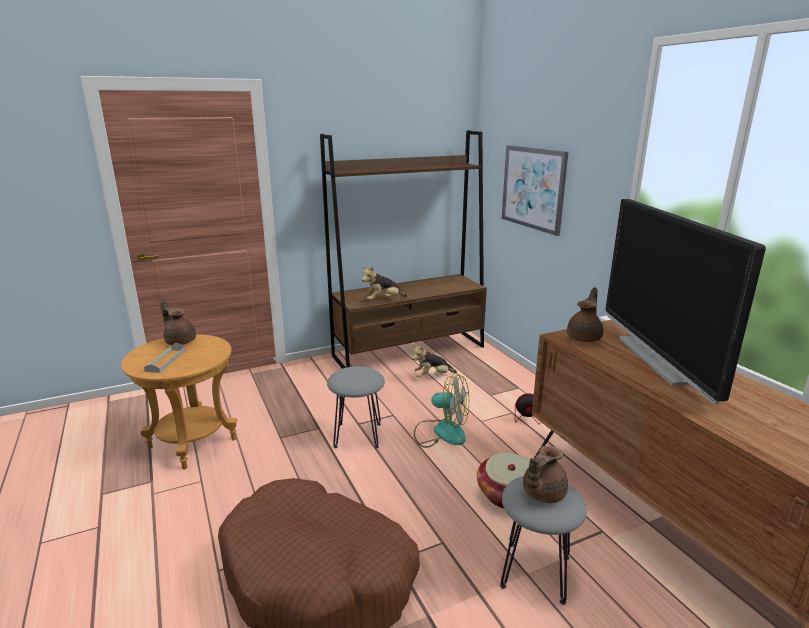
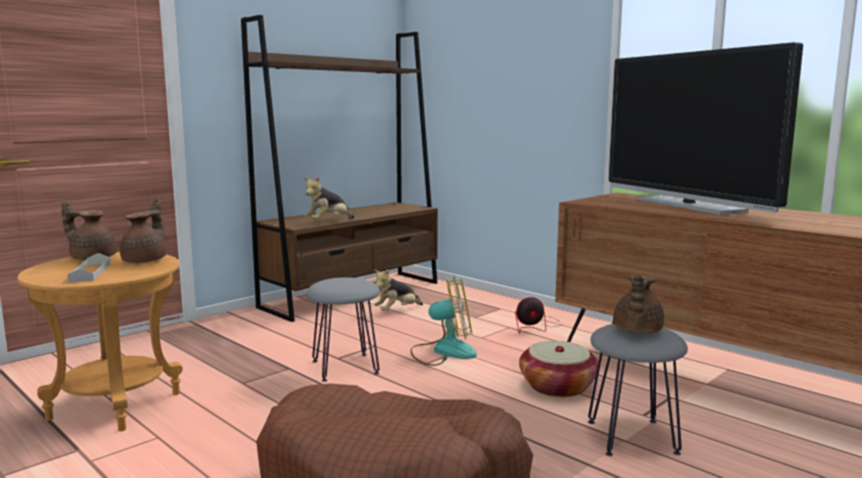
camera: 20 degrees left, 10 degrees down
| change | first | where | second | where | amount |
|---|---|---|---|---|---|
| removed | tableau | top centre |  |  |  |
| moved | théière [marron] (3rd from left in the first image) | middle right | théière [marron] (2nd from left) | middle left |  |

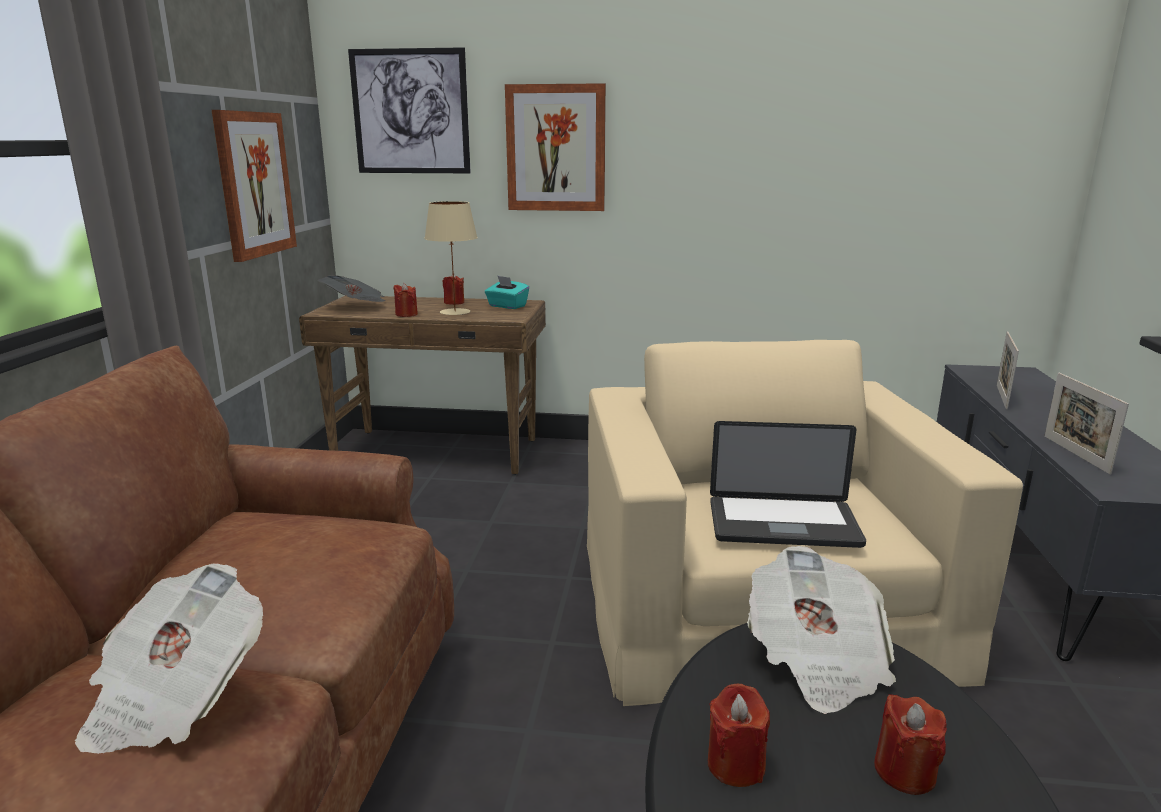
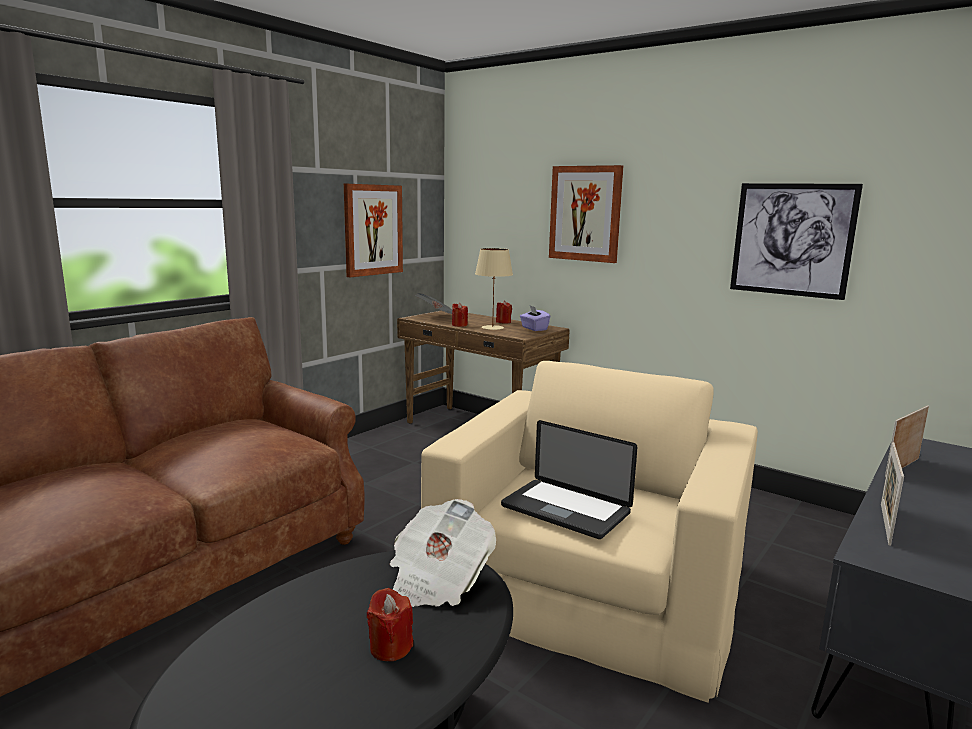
camera: 30 degrees right, 5 degrees down
| change | first | where | second | where | amount |
|---|---|---|---|---|---|
| removed | journal (1st from left) | bottom left |  |  |  |
| removed | bougie [rouge] (3rd from left) | bottom centre |  |  |  |
| moved | tableau (2nd from left in the first image) | top centre | tableau (3rd from left) | top right |  |
| recoloured | boîte à mouchoirs [turquoise] | centre | boîte à mouchoirs [violet] | centre |  |

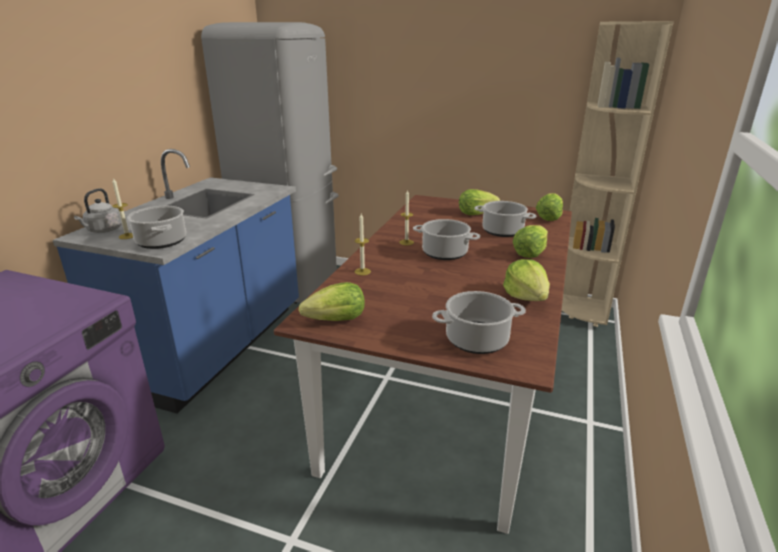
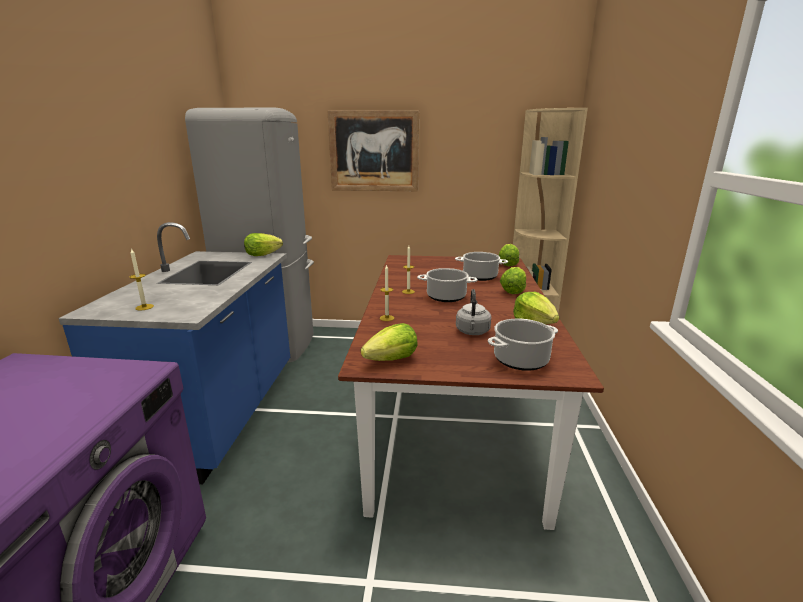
camera: 15 degrees left, 5 degrees down
| change | first | where | second | where | amount |
|---|---|---|---|---|---|
| removed | marmite (1st from left) | middle left |  |  |  |
| added |  |  | tableau | top centre |  |
| moved | bouilloire [gris] | middle left |  | centre |  |
| moved | laitue (2nd from left in the first image) | centre | laitue (1st from left) | middle left |  |

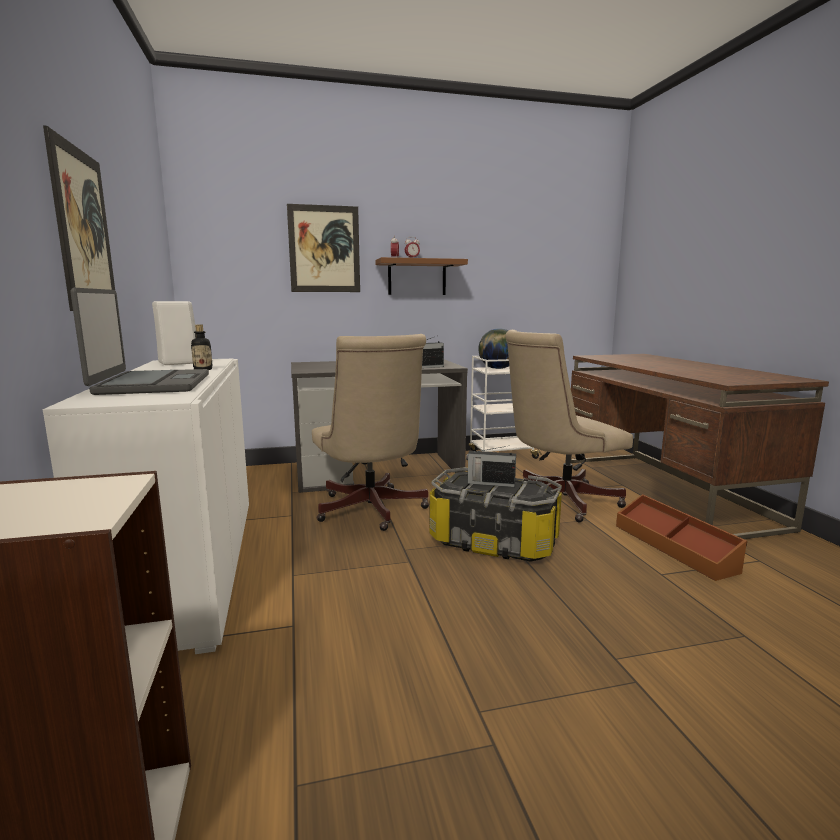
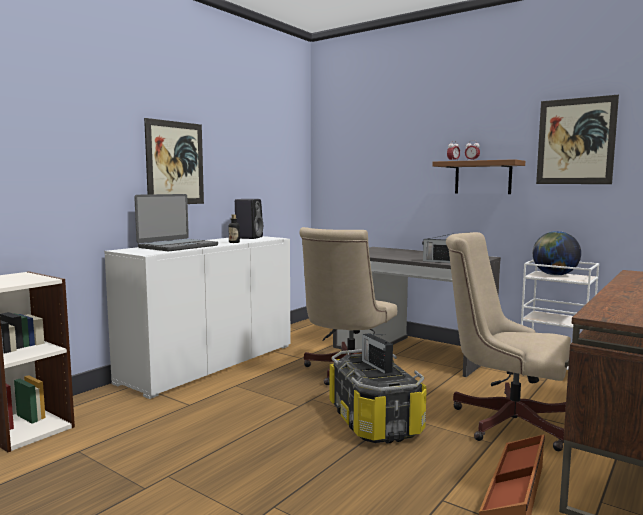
camera: 50 degrees right, 5 degrees down
| change | first | where | second | where | amount |
|---|---|---|---|---|---|
| moved | tableau (2nd from left) | top centre |  | top right |  |
| recoloured | enceinte [blanc] | middle left | enceinte [noir] | centre |  |

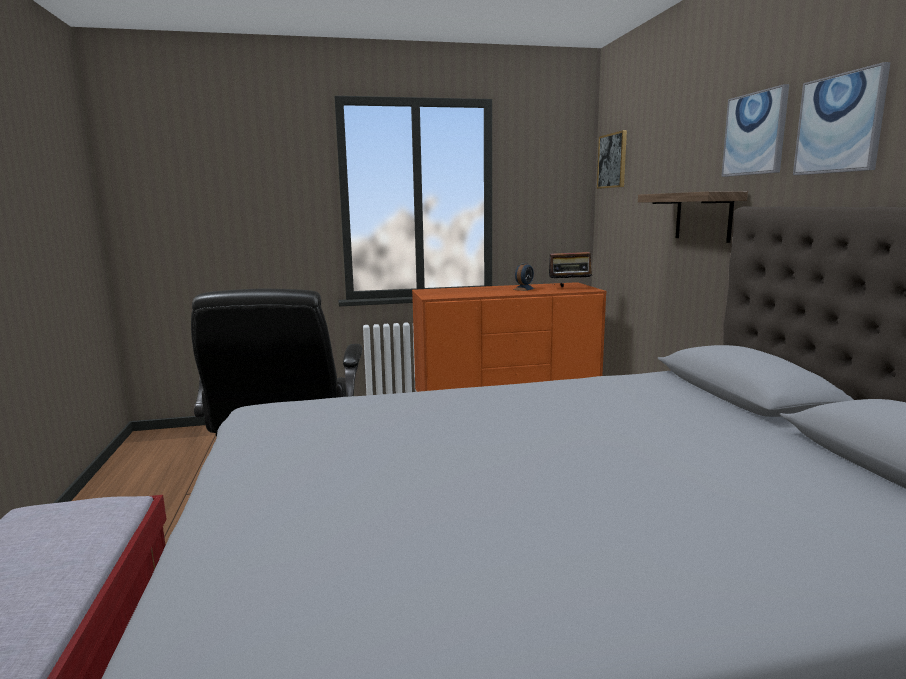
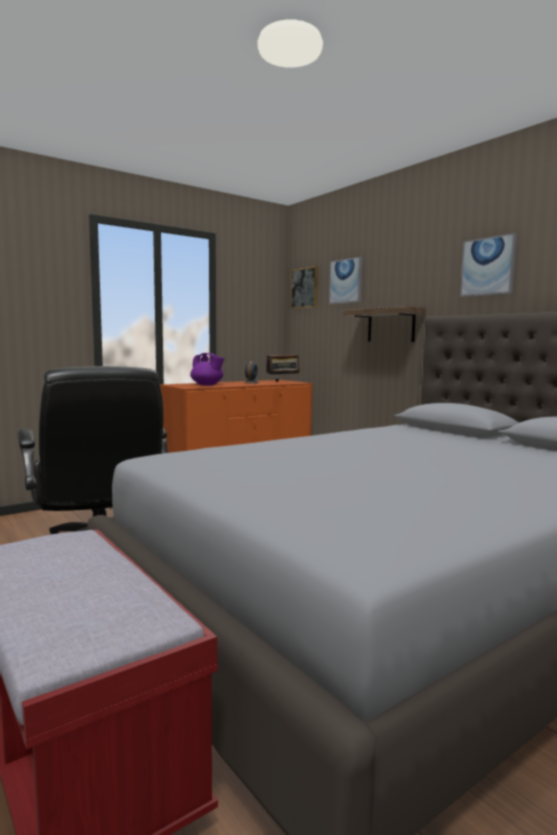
camera: 25 degrees left, 5 degrees down
| change | first | where | second | where | amount |
|---|---|---|---|---|---|
| added |  |  | théière [violet] | centre |  |
| moved | tableau (2nd from left) | top right |  | centre |  |

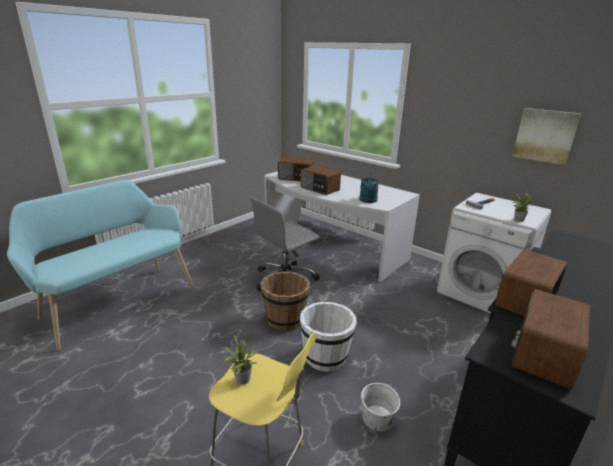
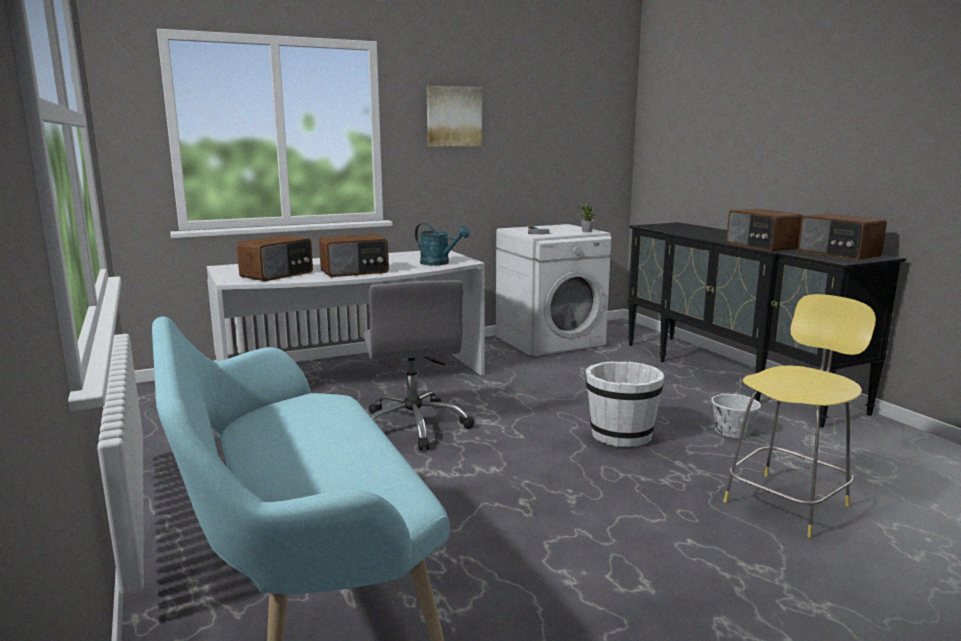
camera: 65 degrees left, 10 degrees down
| change | first | where | second | where | amount |
|---|---|---|---|---|---|
| removed | plante en pot (1st from left) | bottom centre |  |  |  |
| removed | seau [marron] | centre |  |  |  |
| moved | tableau | top right |  | top centre |  |

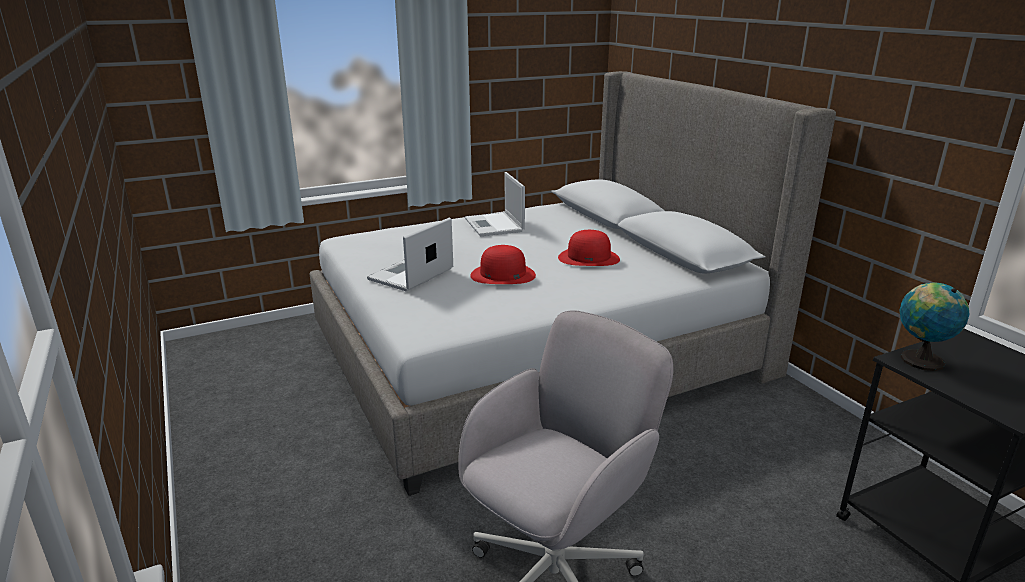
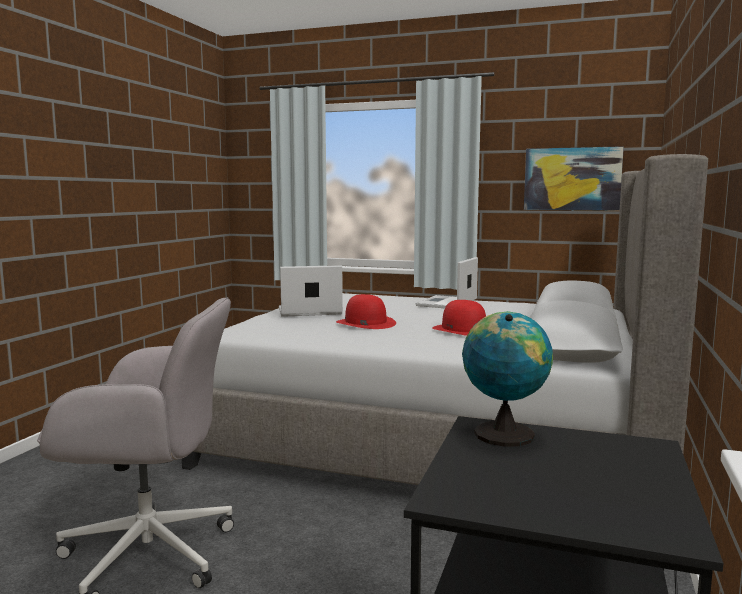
camera: 45 degrees right, 15 degrees down
| change | first | where | second | where | amount |
|---|---|---|---|---|---|
| added |  |  | tableau | top right |  |

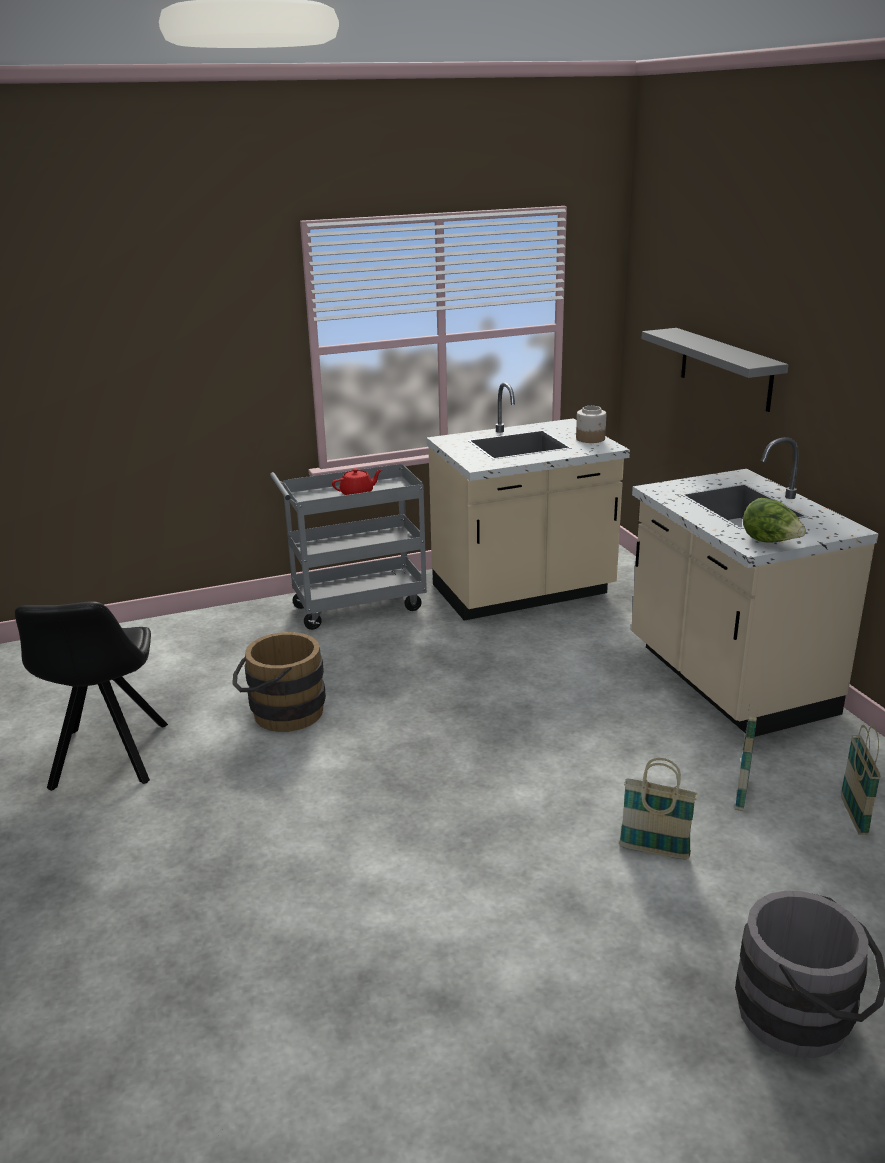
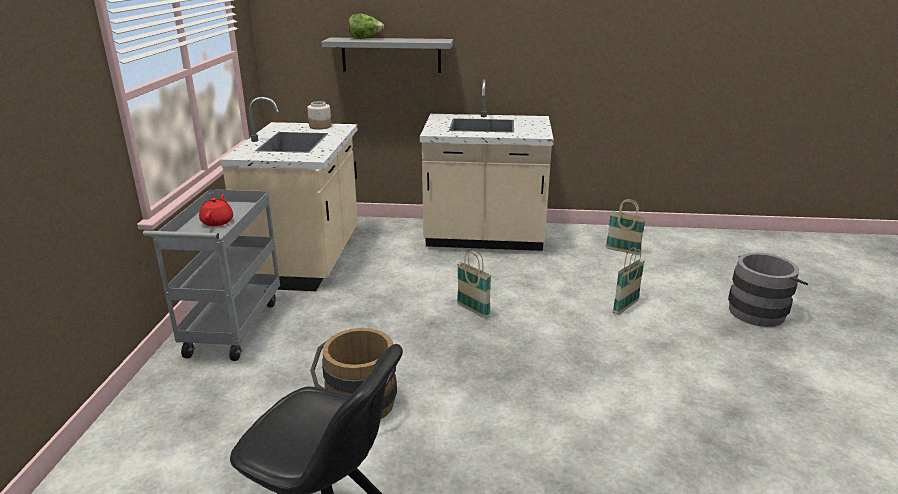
camera: 65 degrees left, 0 degrees up
| change | first | where | second | where | amount |
|---|---|---|---|---|---|
| moved | panier (2nd from left in the first image) | middle right | panier (1st from left) | centre |  |
| moved | laitue | middle right |  | top centre |  |

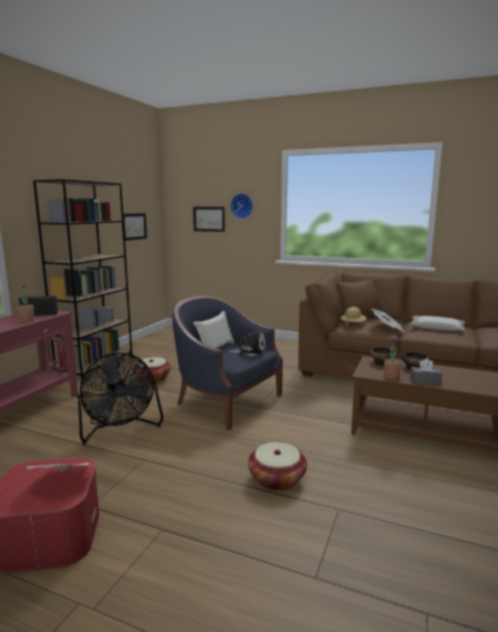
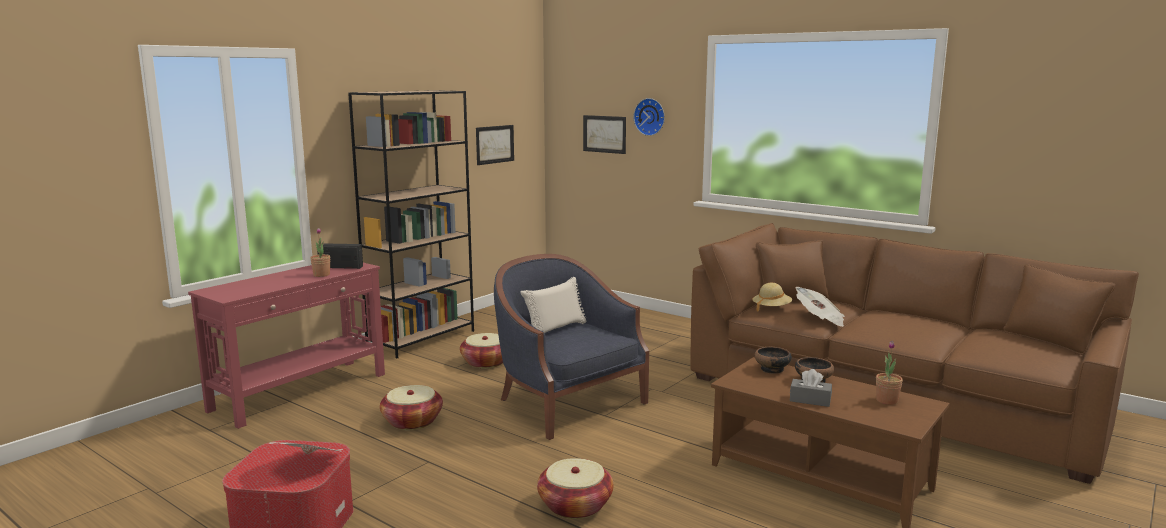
camera: 15 degrees right, 0 degrees up
| change | first | where | second | where | amount |
|---|---|---|---|---|---|
| removed | peluche | centre |  |  |  |
| removed | coussin [blanc] (2nd from left) | middle right |  |  |  |
| moved | plante en pot (2nd from left) | middle right |  | bottom right |  |
| replaced | ventilateur [noir] | middle left | panier (1st from left) | bottom centre |  |

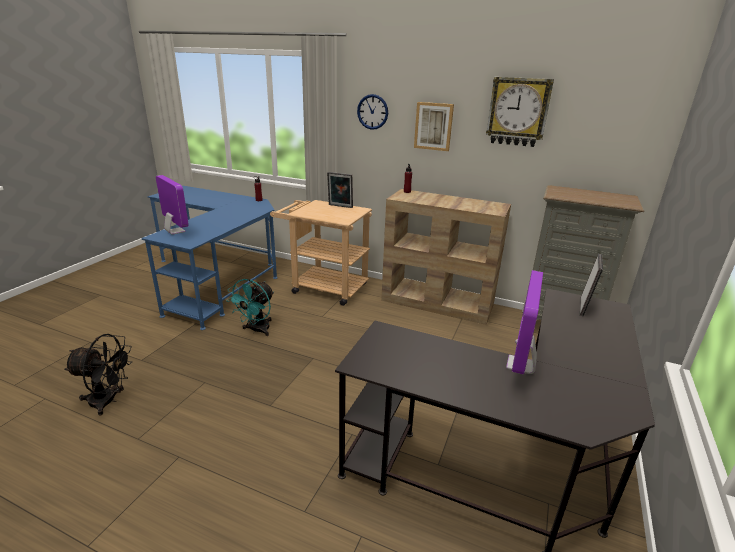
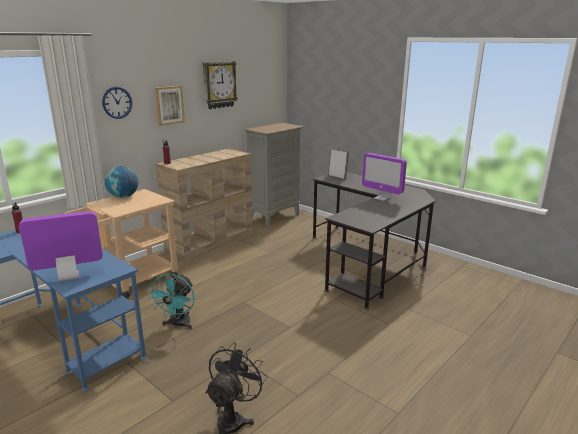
camera: 70 degrees left, 5 degrees down
| change | first | where | second | where | amount |
|---|---|---|---|---|---|
| replaced | cadre photo (1st from left) | centre | globe | middle left |  |
| turned | ventilateur [turquoise] | centre |  | bottom left | 60 degrees clockwise |

